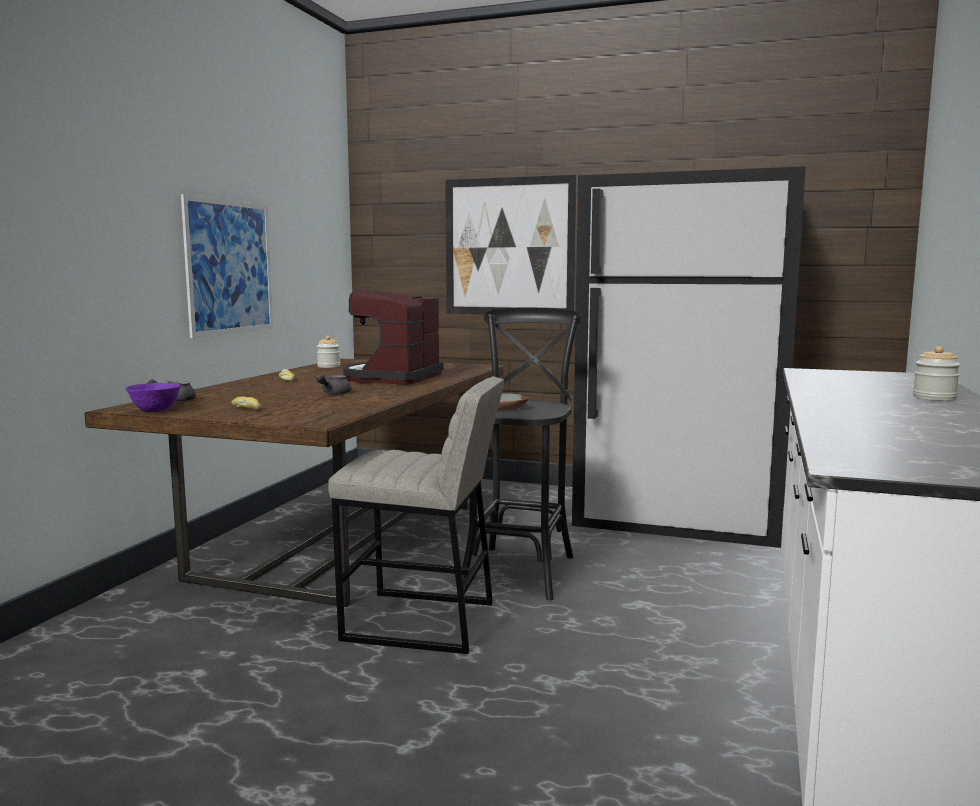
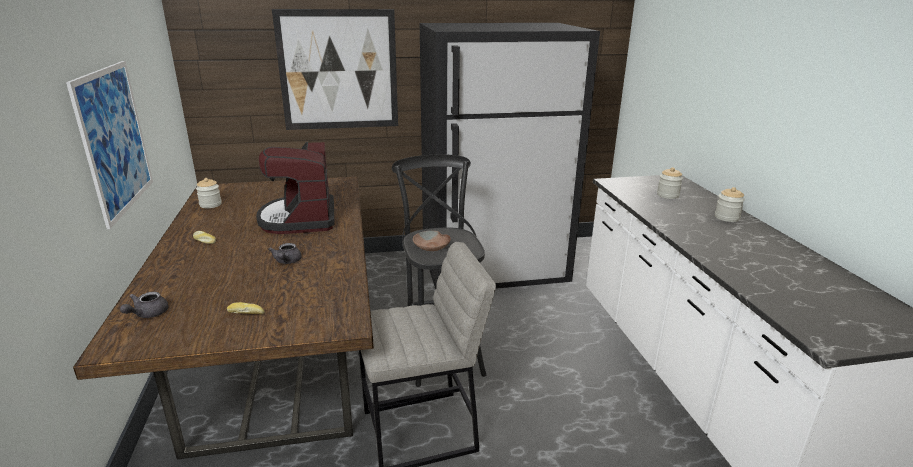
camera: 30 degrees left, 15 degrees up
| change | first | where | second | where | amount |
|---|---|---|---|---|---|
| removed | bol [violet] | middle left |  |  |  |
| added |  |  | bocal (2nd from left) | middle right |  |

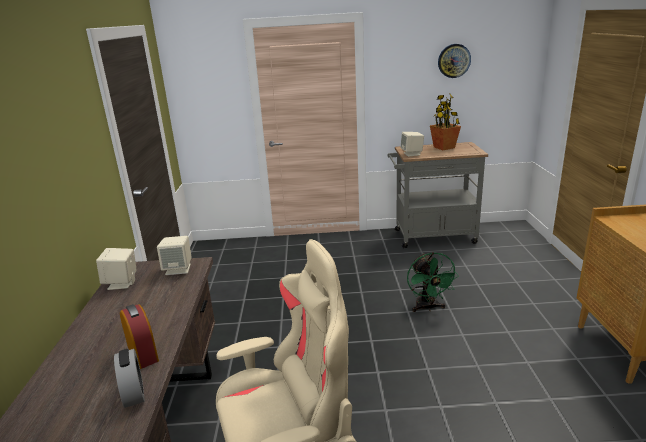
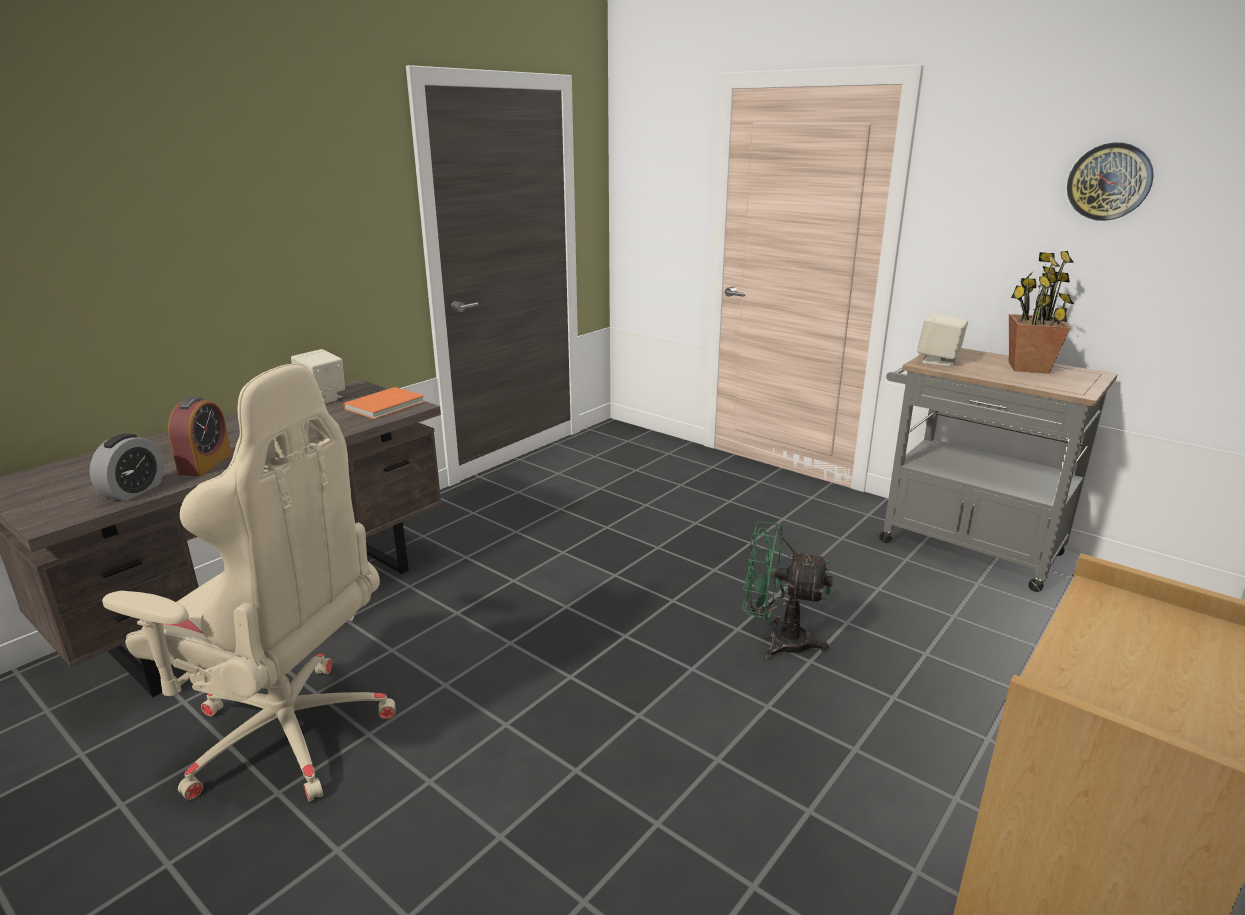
camera: 40 degrees right, 0 degrees up
| change | first | where | second | where | amount |
|---|---|---|---|---|---|
| replaced | enceinte [beige] (2nd from left) | middle left | livre [orange] | middle left |  |
| turned | ventilateur [vert] | middle right |  | centre | 75 degrees clockwise |

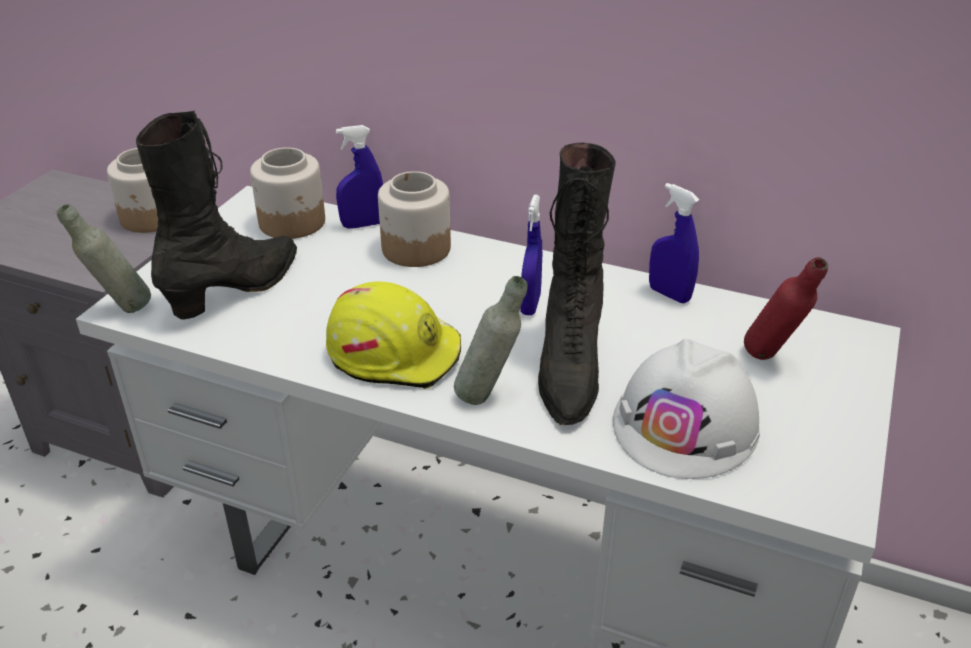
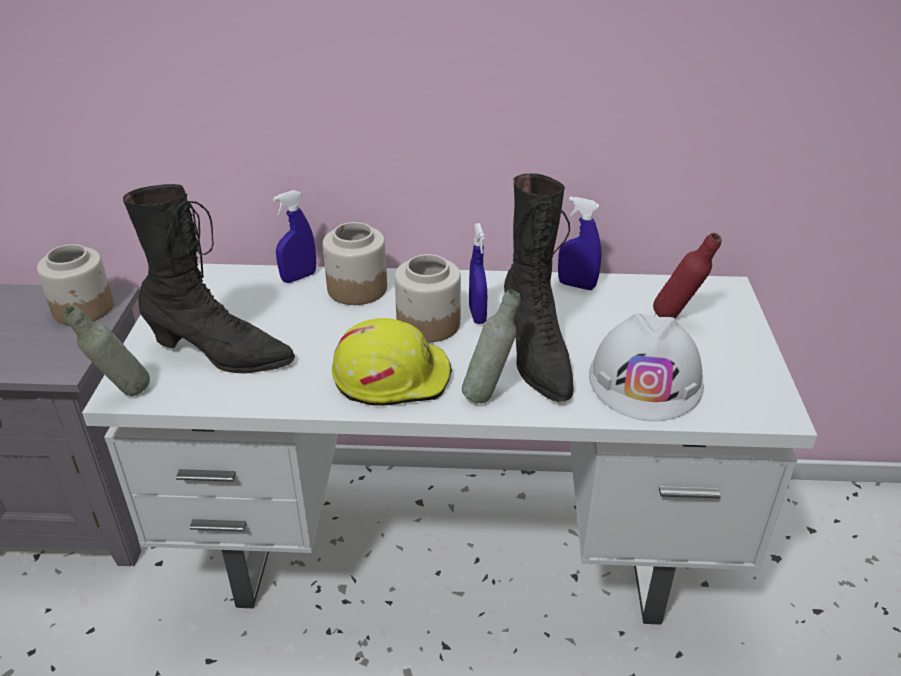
camera: 20 degrees left, 0 degrees up
| change | first | where | second | where | amount |
|---|---|---|---|---|---|
| moved | bocal (2nd from left in the first image) | top left | bocal (3rd from left) | centre |  |
| turned | botte [noir] (1st from left) | top left |  | middle left | 90 degrees clockwise |

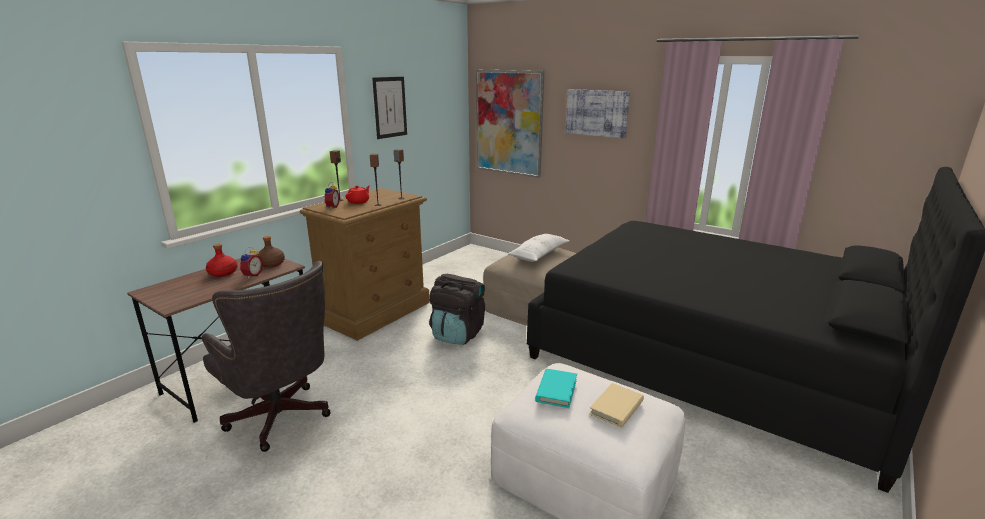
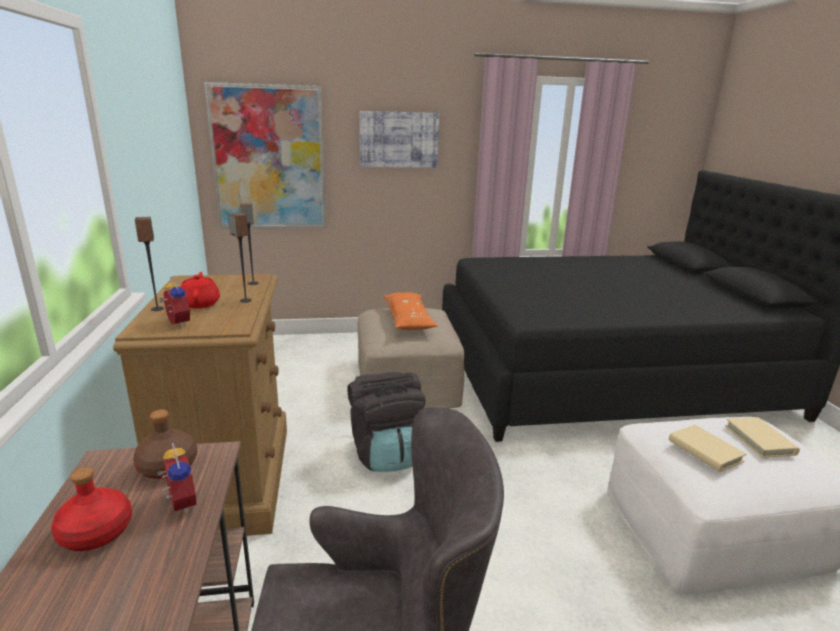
camera: 45 degrees left, 0 degrees up
| change | first | where | second | where | amount |
|---|---|---|---|---|---|
| removed | tableau (1st from left) | top centre |  |  |  |
| recoloured | coussin [blanc] | centre | coussin [orange] | centre |  |
| recoloured | livre [turquoise] | bottom centre | livre [beige] (1st from left) | bottom right |  |

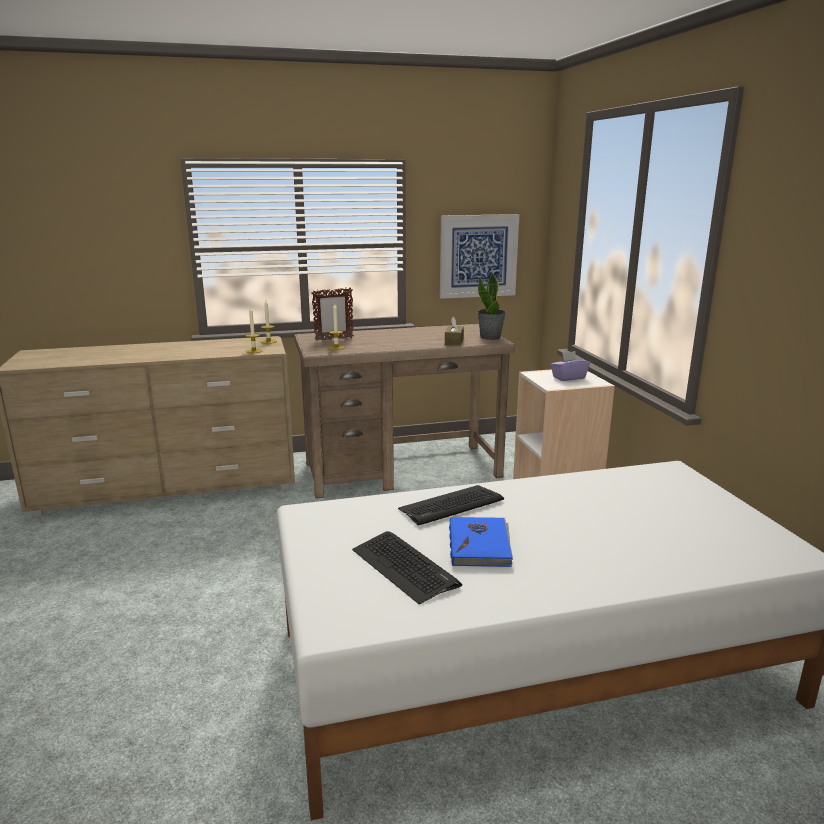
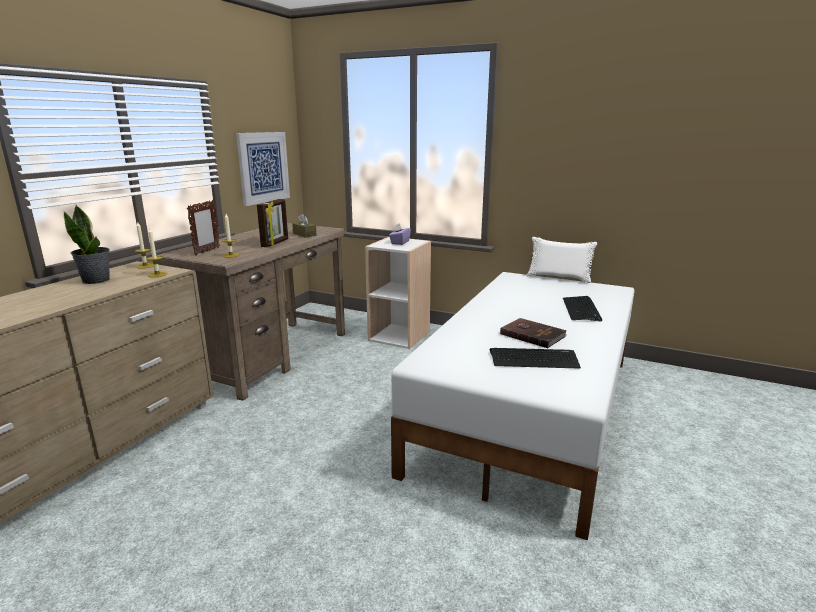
camera: 50 degrees left, 0 degrees up
| change | first | where | second | where | amount |
|---|---|---|---|---|---|
| added |  |  | cadre photo (2nd from left) | centre |  |
| added |  |  | coussin [blanc] | middle right |  |
| moved | clavier (2nd from left) | centre |  | middle right |  |
| moved | plante en pot | centre |  | middle left |  |
| recoloured | livre [bleu] | centre | livre [marron] | centre |  |

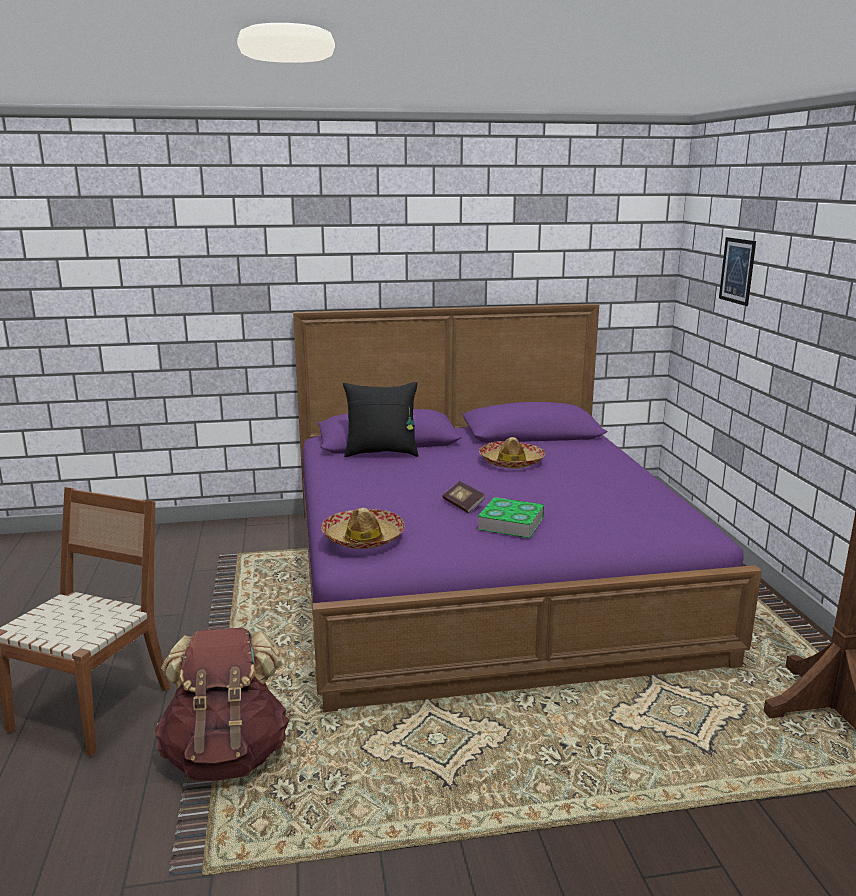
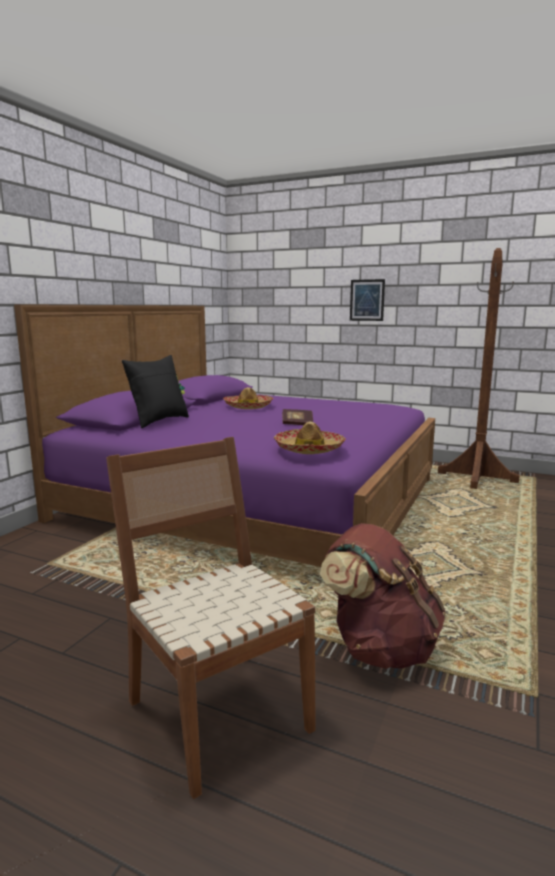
camera: 55 degrees left, 5 degrees down
| change | first | where | second | where | amount |
|---|---|---|---|---|---|
| removed | livre (2nd from left) | centre |  |  |  |
| moved | tableau | top right |  | centre |  |

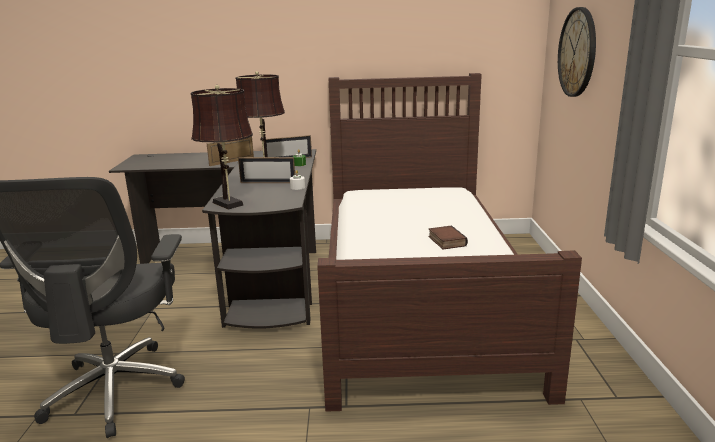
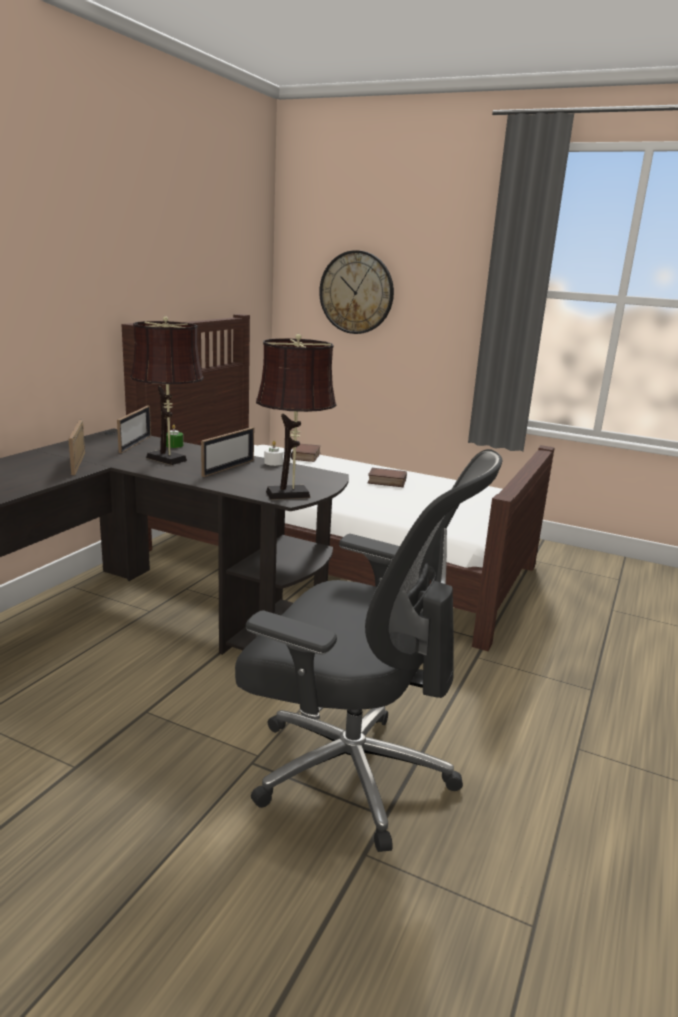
camera: 65 degrees left, 0 degrees up
| change | first | where | second | where | amount |
|---|---|---|---|---|---|
| added |  |  | livre (1st from left) | centre |  |

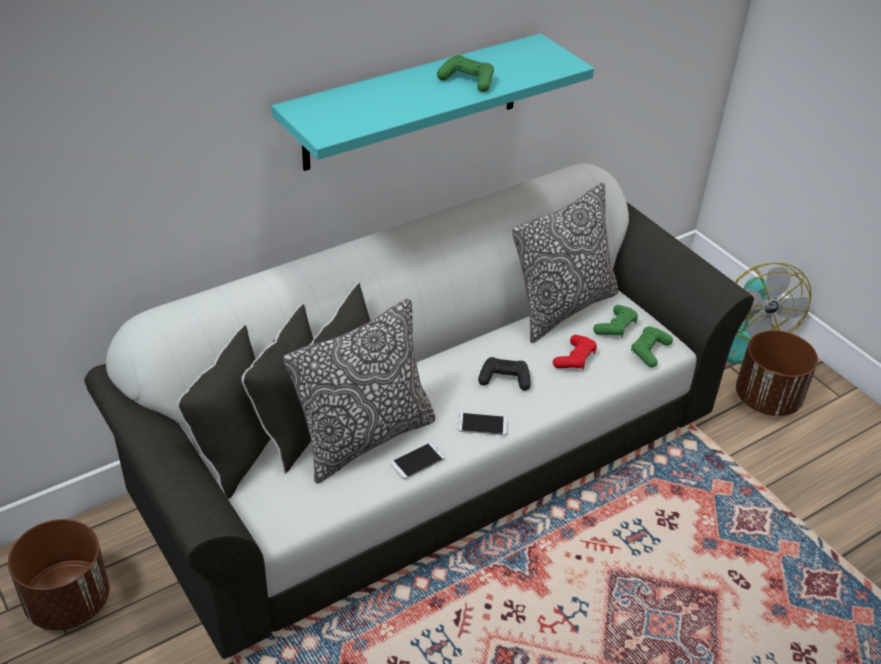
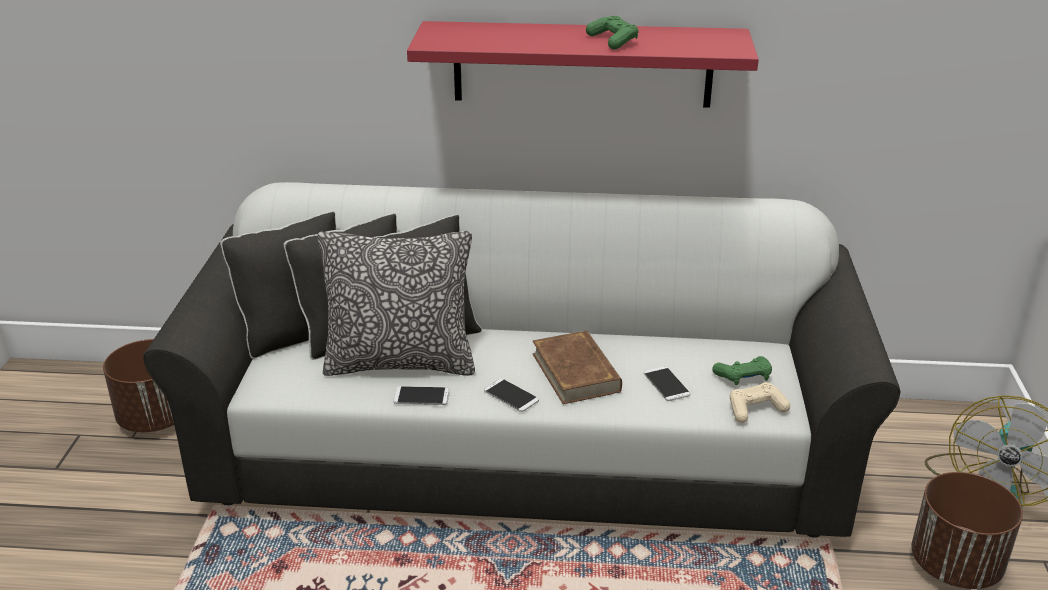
camera: 40 degrees right, 10 degrees down
| change | first | where | second | where | amount |
|---|---|---|---|---|---|
| removed | coussin (2nd from left) | centre |  |  |  |
| replaced | manette [noir] | centre | livre [marron] | centre |  |
| replaced | manette [rouge] | centre | téléphone (3rd from left) | centre |  |
| recoloured | étagère [turquoise] | top centre | étagère [rouge] | top centre |  |
| recoloured | manette [vert] (3rd from left) | middle right | manette [beige] | bottom right |  |

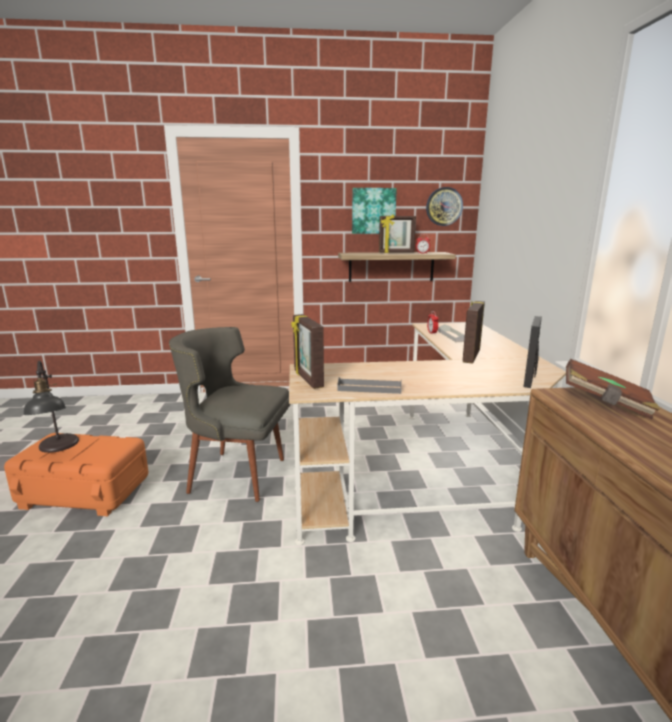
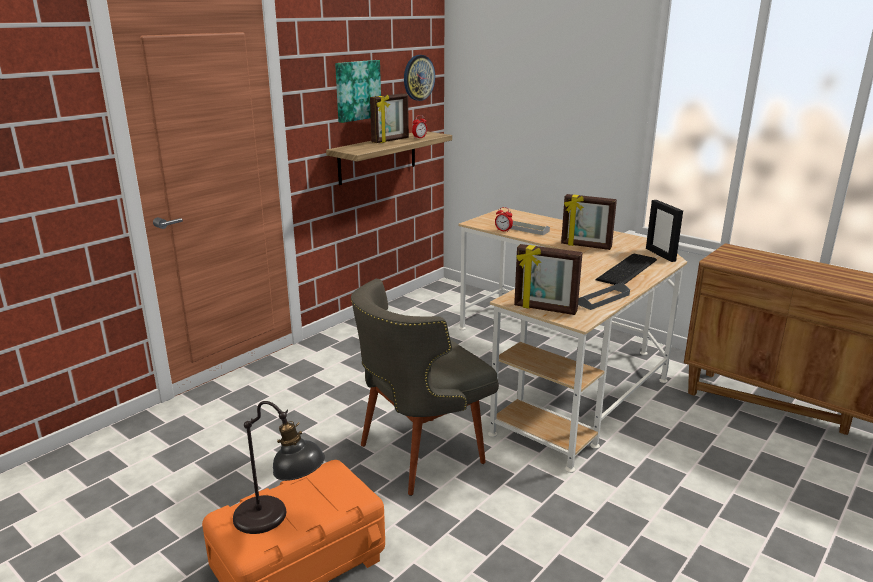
camera: 45 degrees left, 5 degrees up
| change | first | where | second | where | amount |
|---|---|---|---|---|---|
| removed | livre [marron] | middle right |  |  |  |
| added |  |  | clavier | middle right |  |
| turned | cadre photo (3rd from left) | middle right |  | middle right | 45 degrees counterclockwise |

